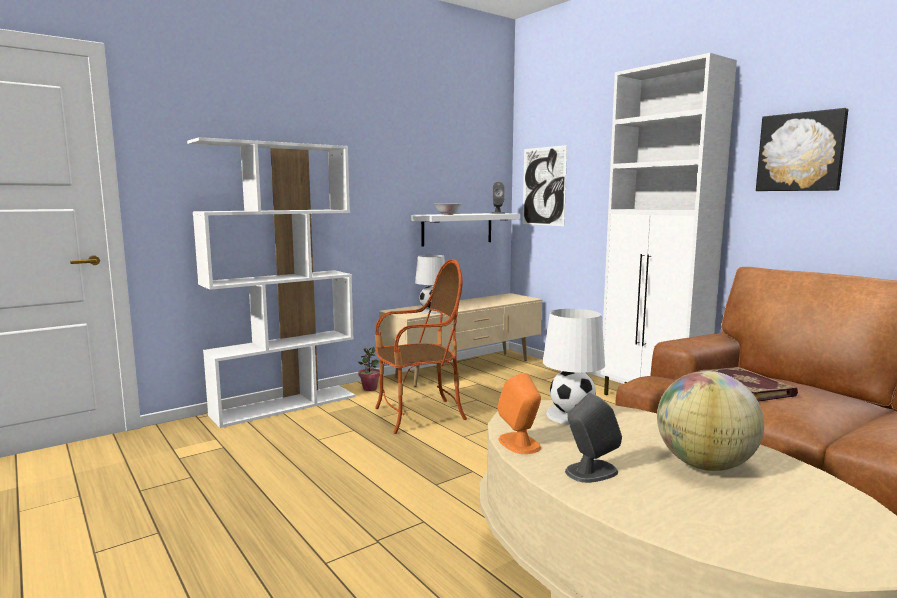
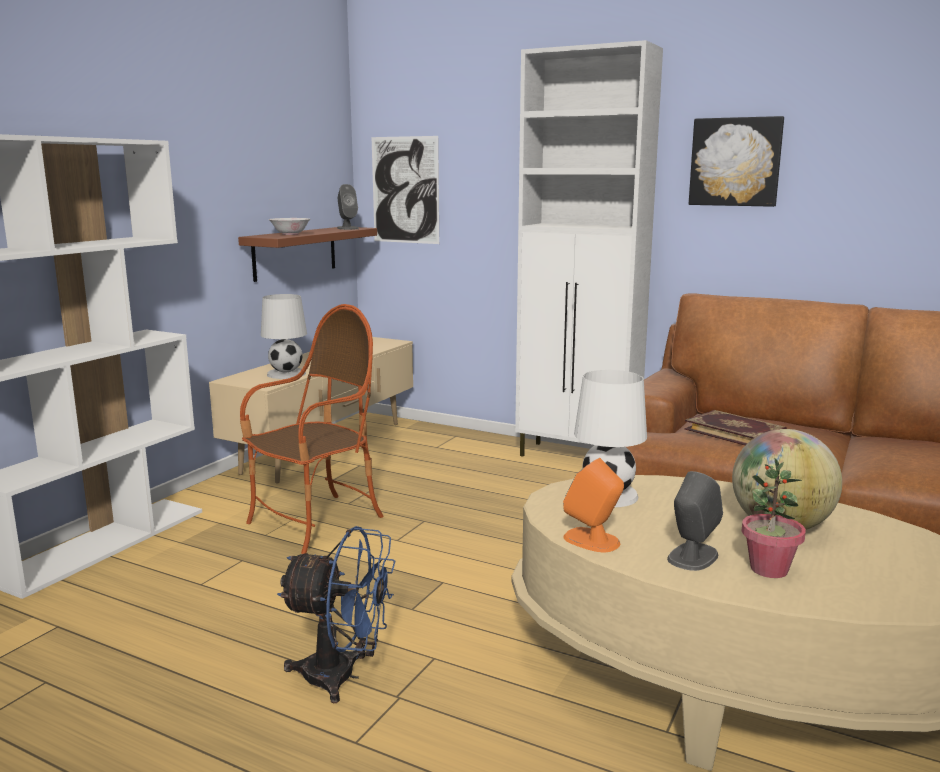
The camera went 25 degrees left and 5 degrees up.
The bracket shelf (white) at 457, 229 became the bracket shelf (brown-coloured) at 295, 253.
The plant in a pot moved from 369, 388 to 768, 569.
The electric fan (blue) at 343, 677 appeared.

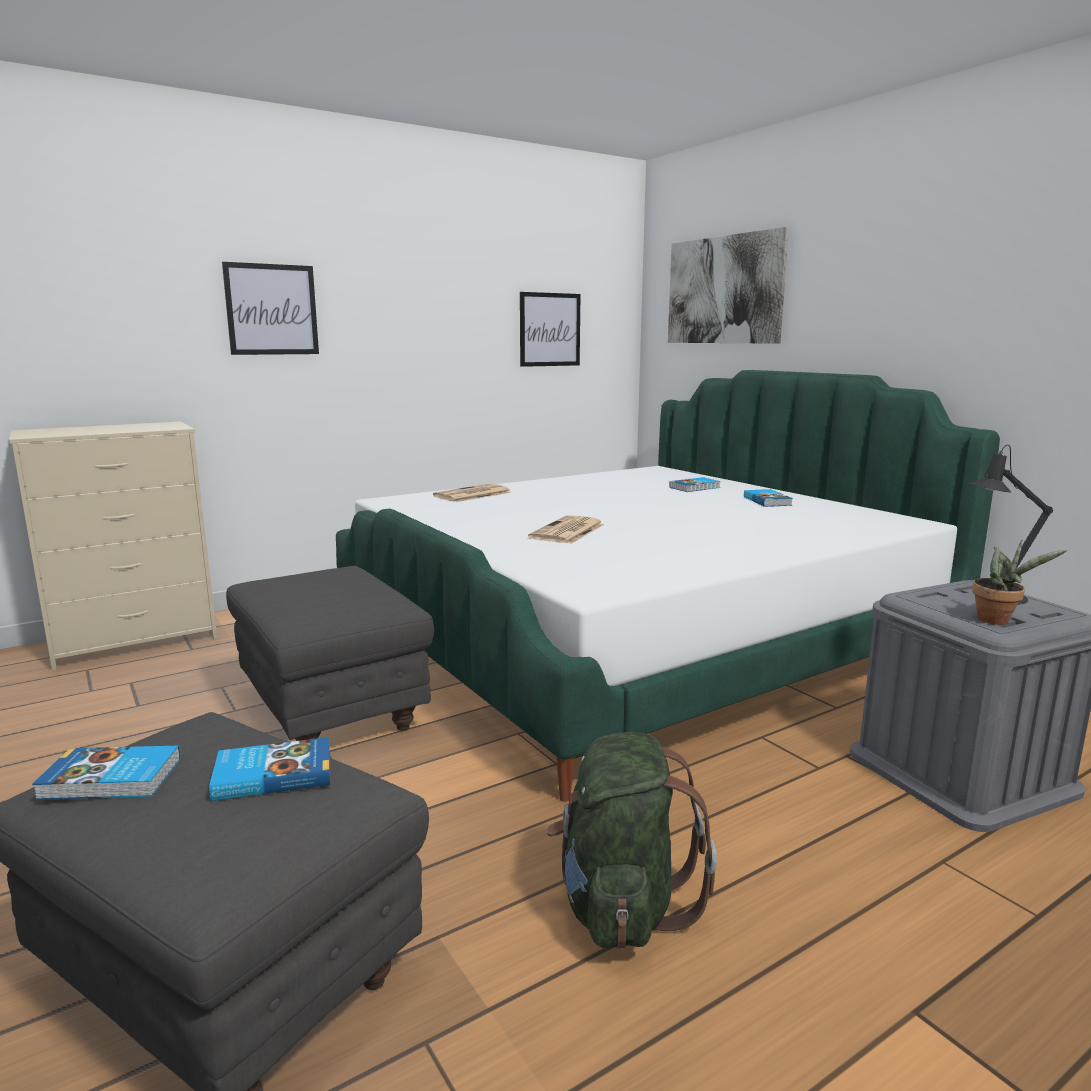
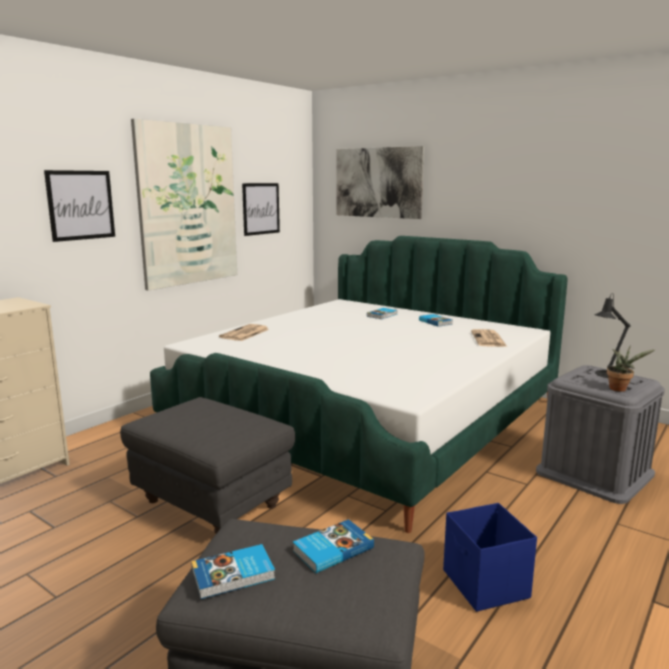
The camera went 20 degrees left and 0 degrees up.
The printed paper moved from 567, 531 to 489, 339.
The rucksack (green-coloured) at 621, 905 was replaced by the storage bin (blue) at 485, 585.
The wall art at 188, 205 appeared.

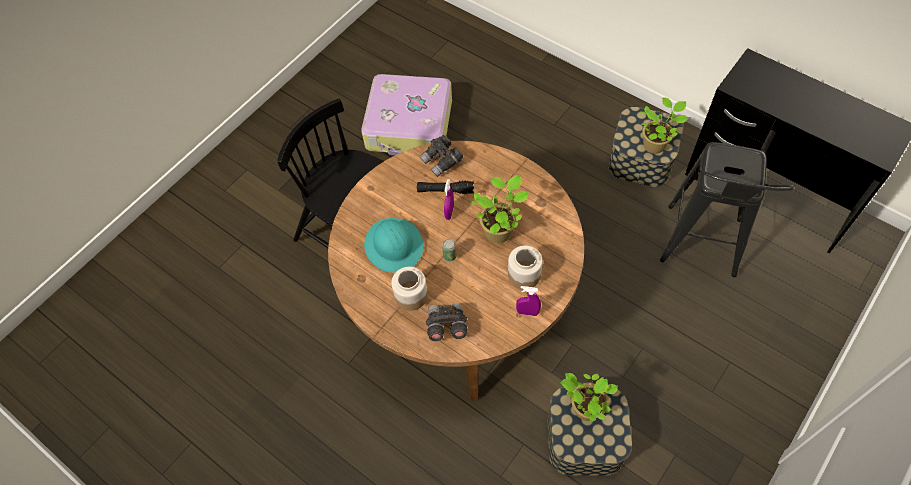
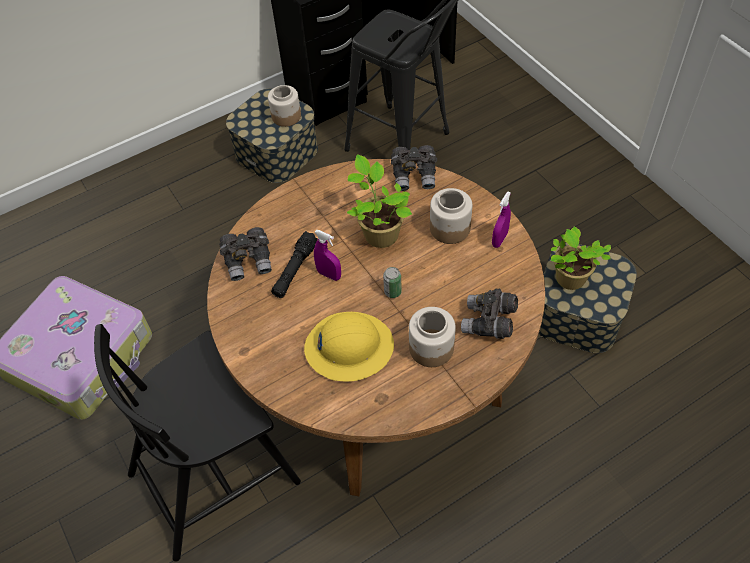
The camera went 70 degrees left and 5 degrees down.
The plant in a pot at 655, 144 was replaced by the storage jar at 286, 116.
The safety helmet (turquoise) at 394, 245 became the safety helmet (yellowish) at 349, 347.
The binoculars (gray) at 414, 176 appeared.

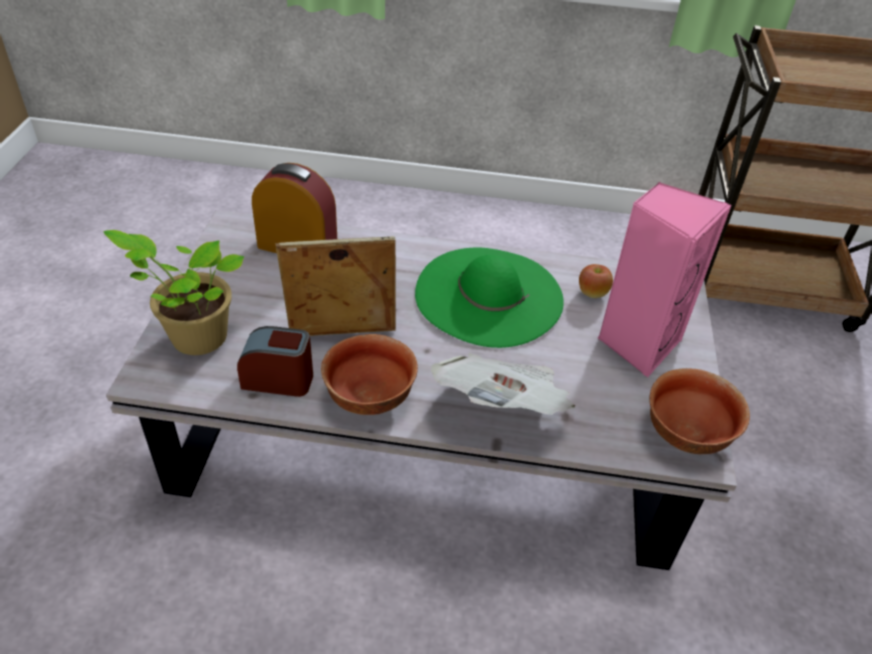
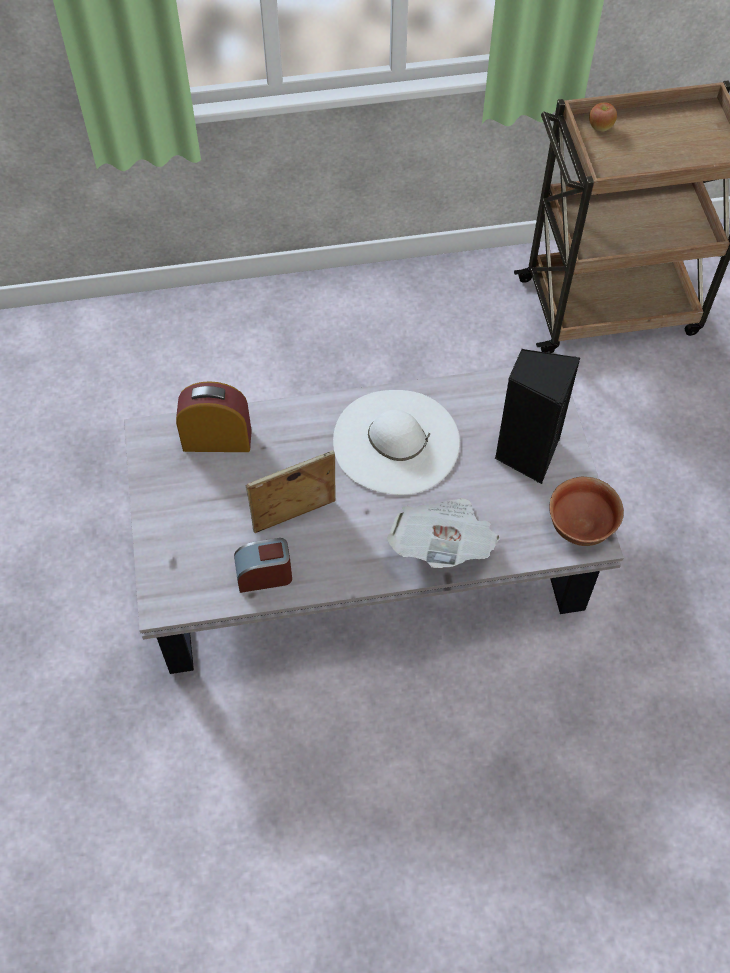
The camera went 15 degrees left and 15 degrees up.
The audio speaker (pink) at 637, 343 became the audio speaker (black) at 526, 453.
The plant in a pot at 194, 337 disappeared.
The clothing hat (green-coloured) at 488, 295 became the clothing hat (white) at 396, 441.
The apple fruit moved from 592, 293 to 600, 127.
The deep dish at 368, 396 disappeared.

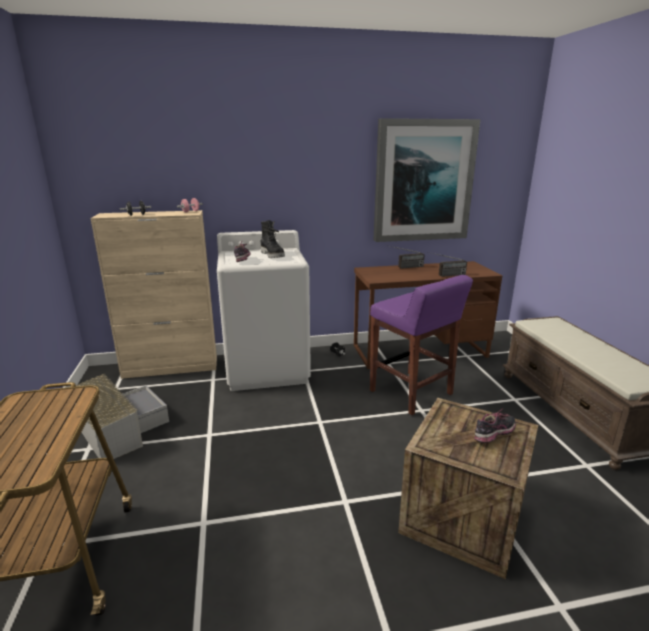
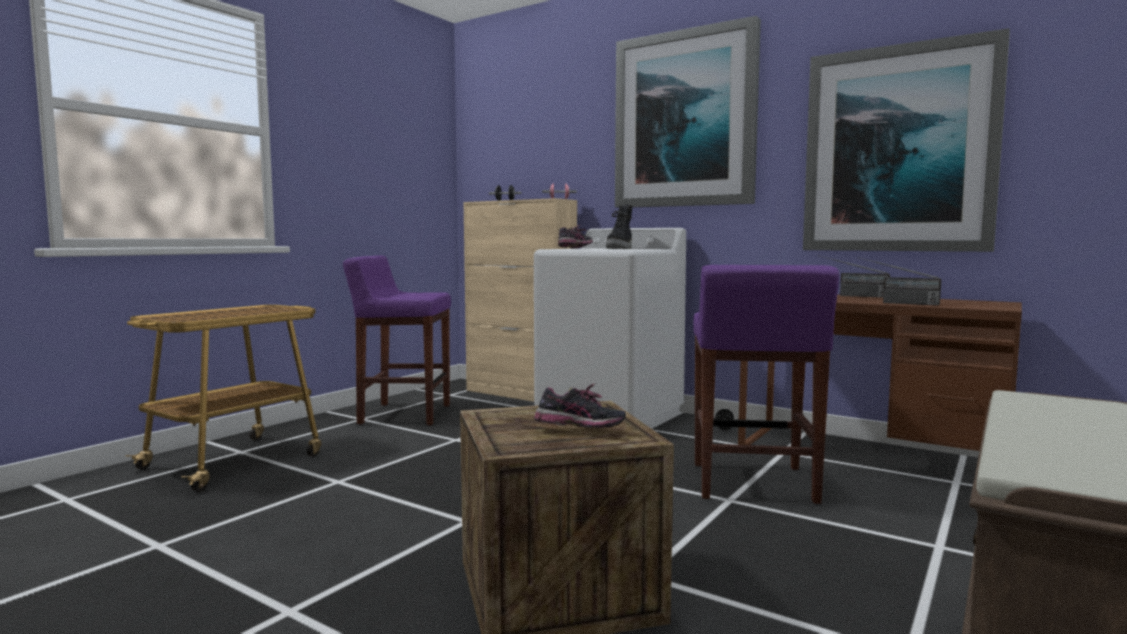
The camera went 45 degrees right and 15 degrees down.
The storage bin (gray) at 118, 427 was replaced by the stool seat (purplish) at 404, 414.
The wall art at 685, 120 appeared.

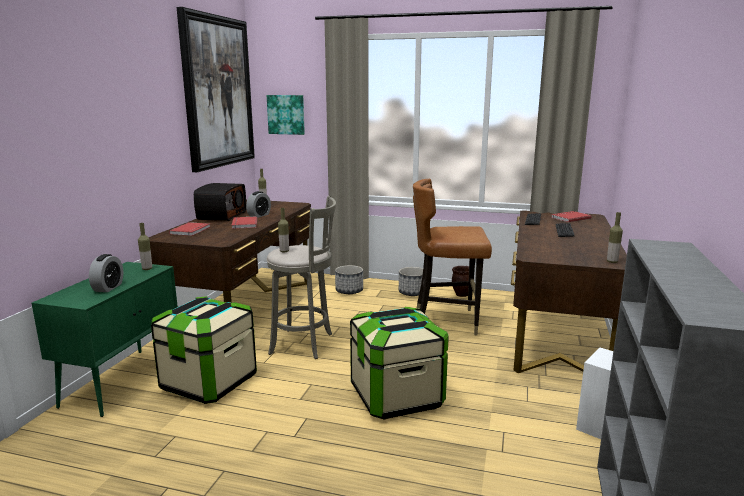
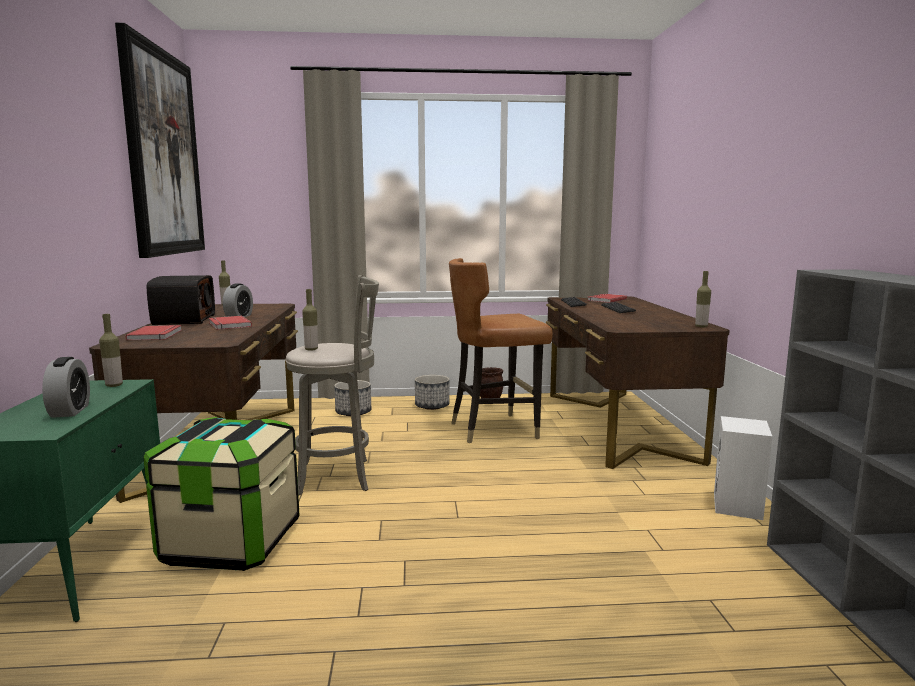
The camera went 20 degrees left and 5 degrees down.
The wall art at 286, 114 disappeared.
The storage bin at 396, 397 disappeared.

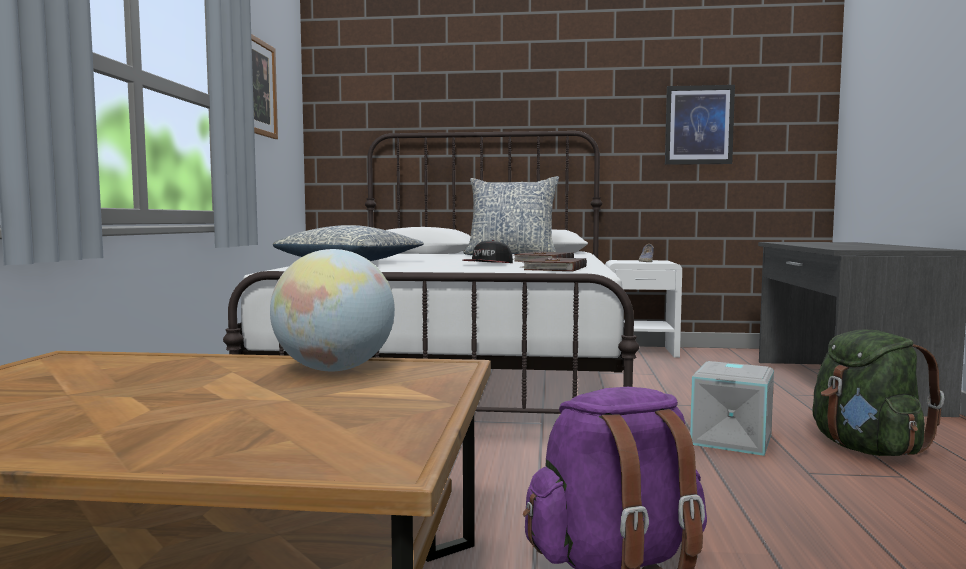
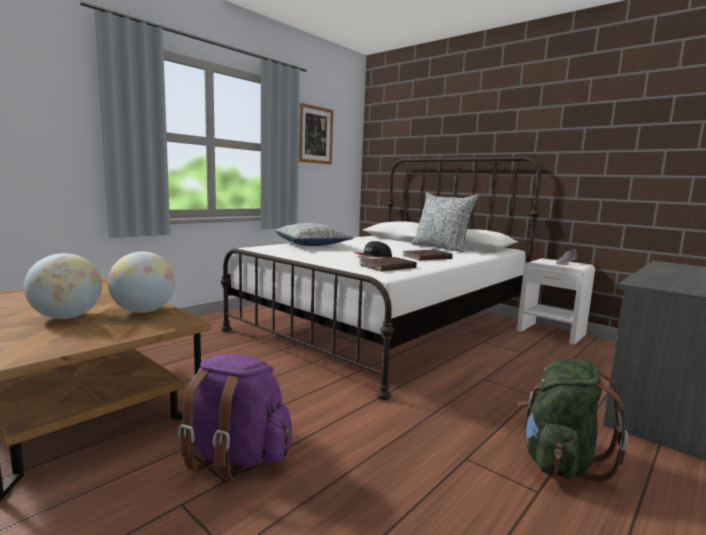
The camera went 35 degrees right and 5 degrees up.
The wall art at 699, 125 disappeared.
The storage bin (gray) at 733, 440 disappeared.
The desk globe at 67, 317 appeared.

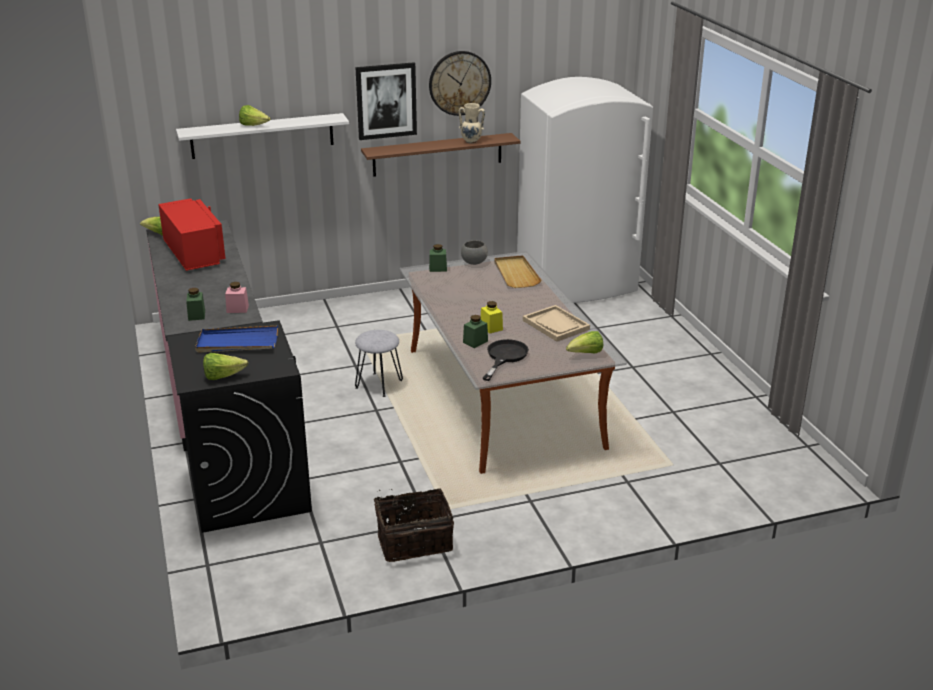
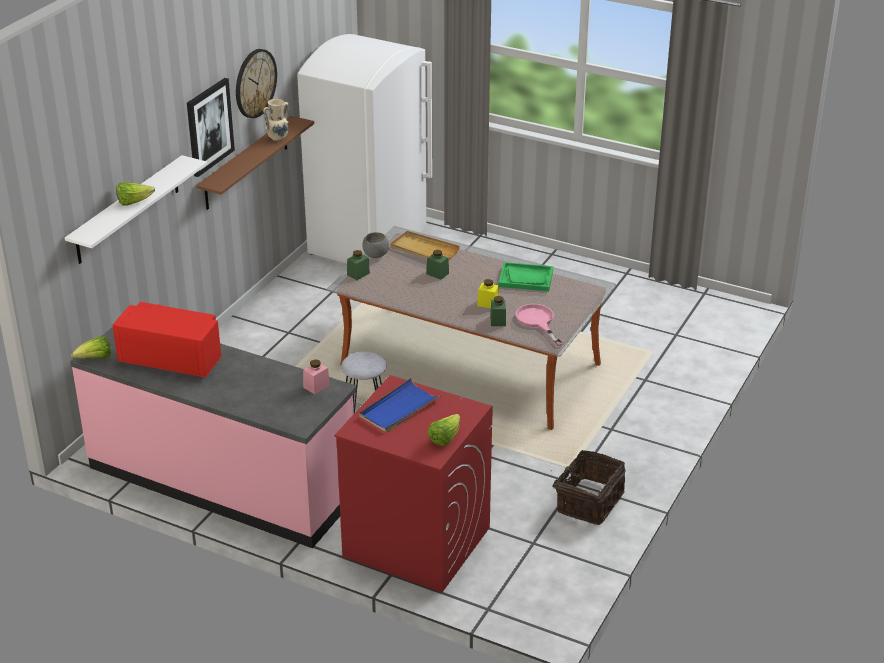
The camera went 45 degrees left and 5 degrees up.
The storage jar (green-coloured) moved from 196, 315 to 437, 273.
The carrying tray (beige) at 556, 325 became the carrying tray (green-coloured) at 526, 278.
The laundry appliance (black) at 248, 488 became the laundry appliance (red-coloured) at 415, 542.
The lettuce at 586, 354 disappeared.
The frying pan (black) at 504, 357 became the frying pan (pink) at 537, 321.

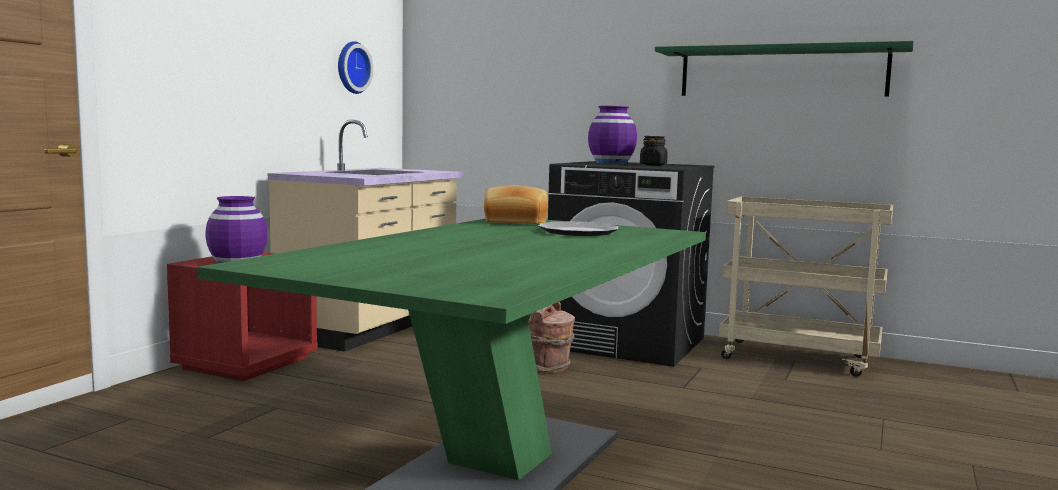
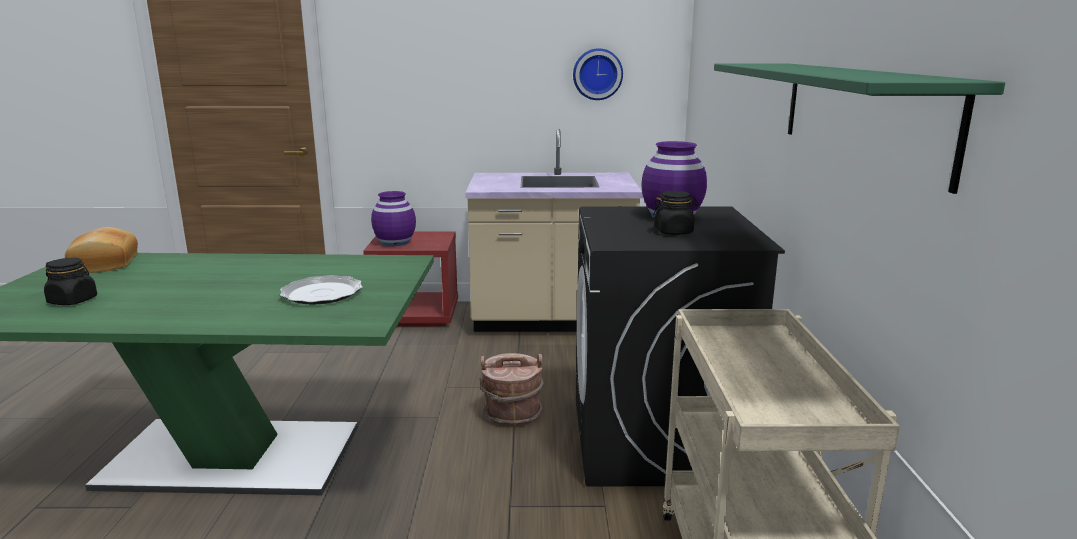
The camera went 65 degrees right and 10 degrees up.
The bread moved from 515, 222 to 103, 264.
The storage jar (black) at 73, 301 appeared.

